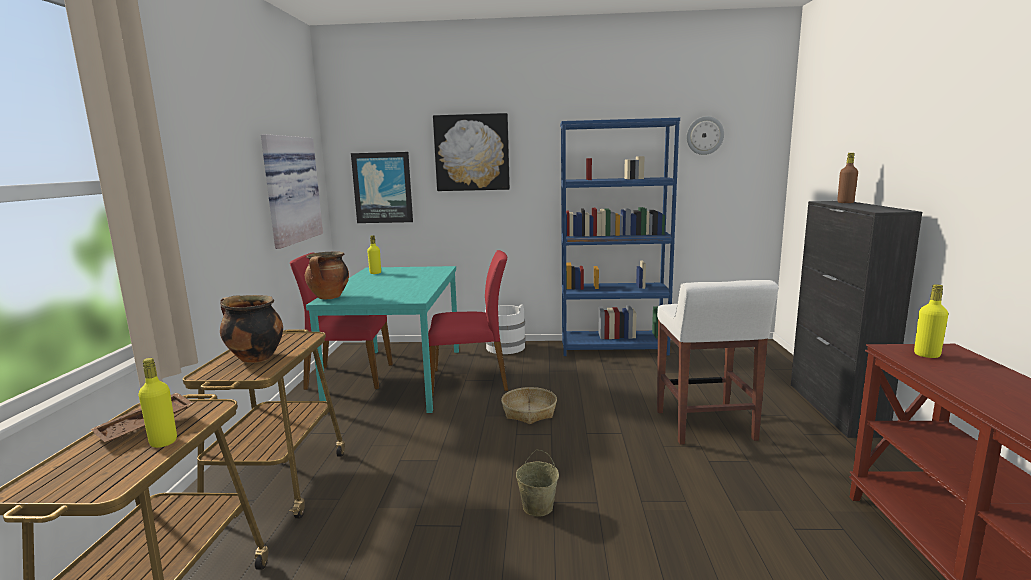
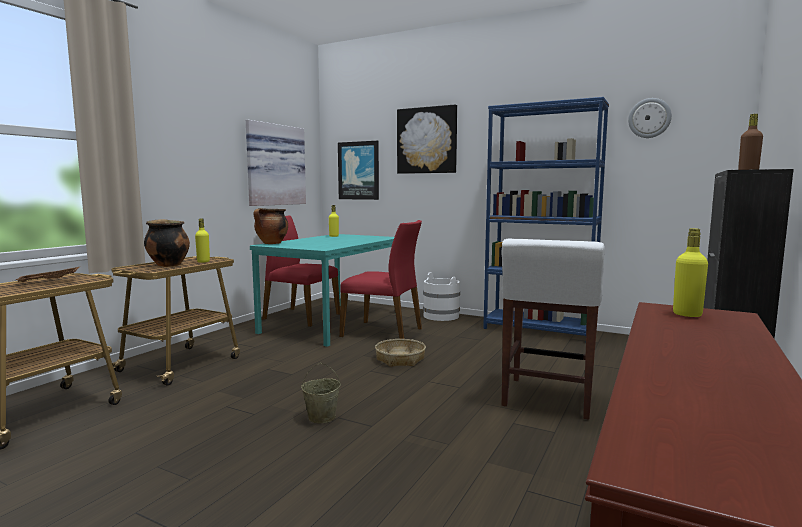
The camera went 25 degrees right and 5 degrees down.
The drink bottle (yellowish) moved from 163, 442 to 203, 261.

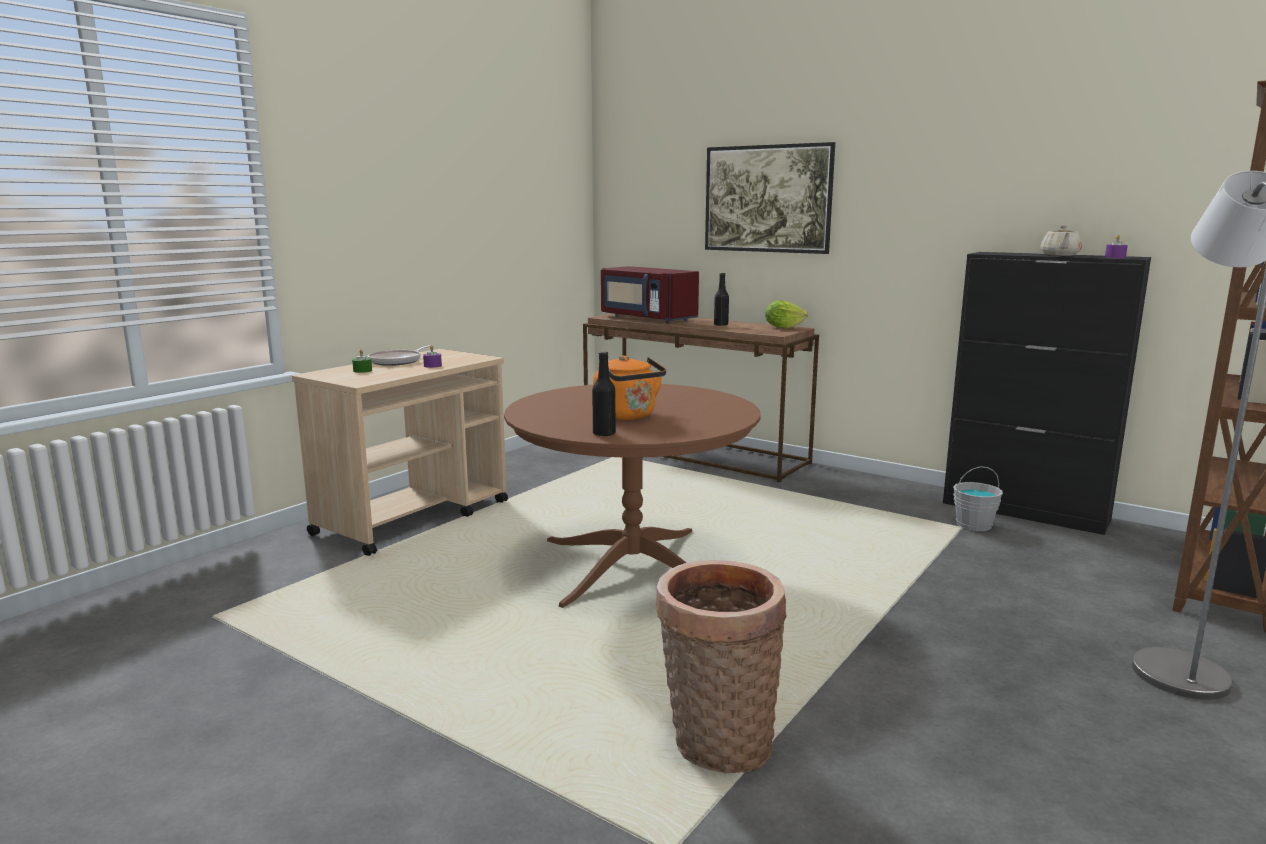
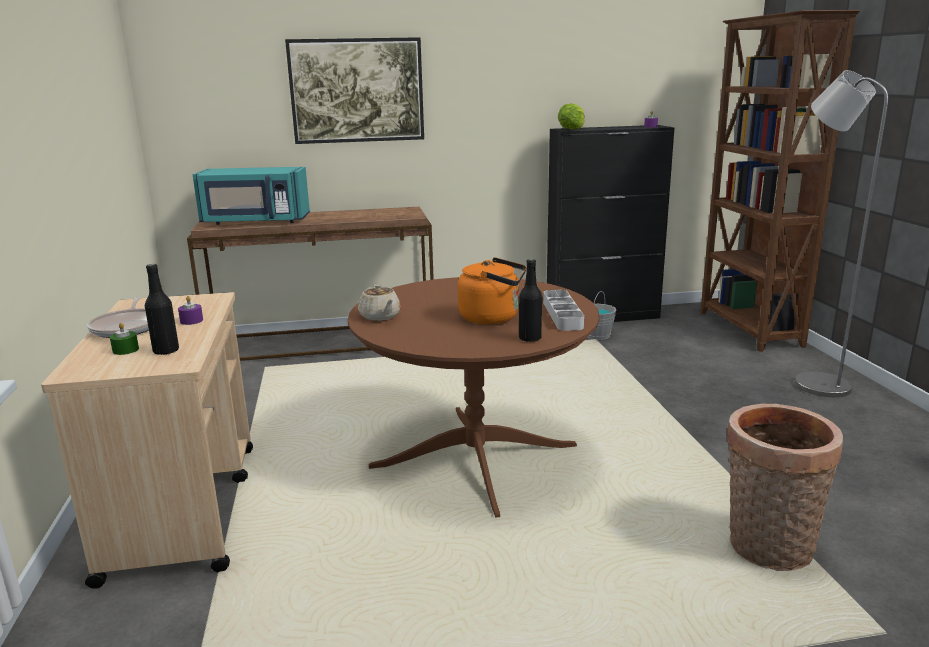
The camera went 45 degrees left and 5 degrees up.
The tea pot (beige) moved from 1059, 255 to 380, 316.
The microwave oven (red-coloured) at 646, 318 became the microwave oven (turquoise) at 255, 221.
The drink bottle (black) moved from 721, 325 to 166, 351.
The lettuce moved from 783, 327 to 571, 129.
The carrying tray (gray) at 562, 314 appeared.

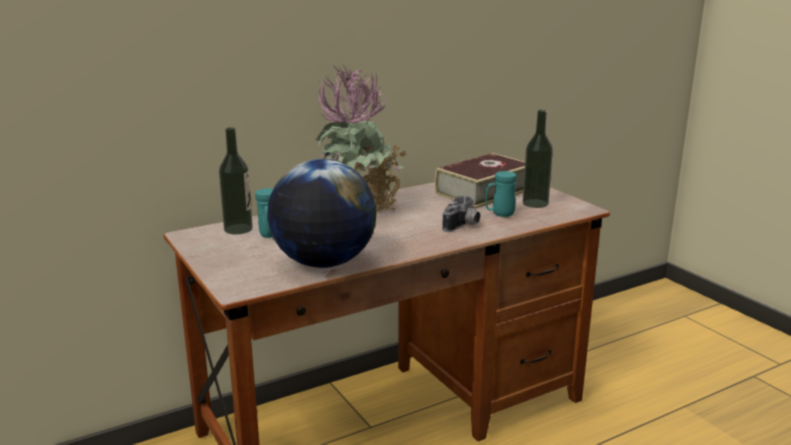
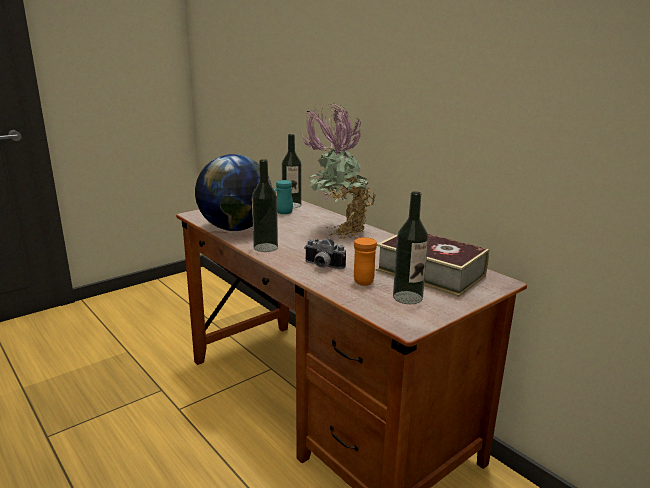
The camera went 80 degrees right and 0 degrees up.
The coffee mug (turquoise) at 499, 214 became the coffee mug (orange-coloured) at 362, 280.
The drink bottle at 265, 247 appeared.

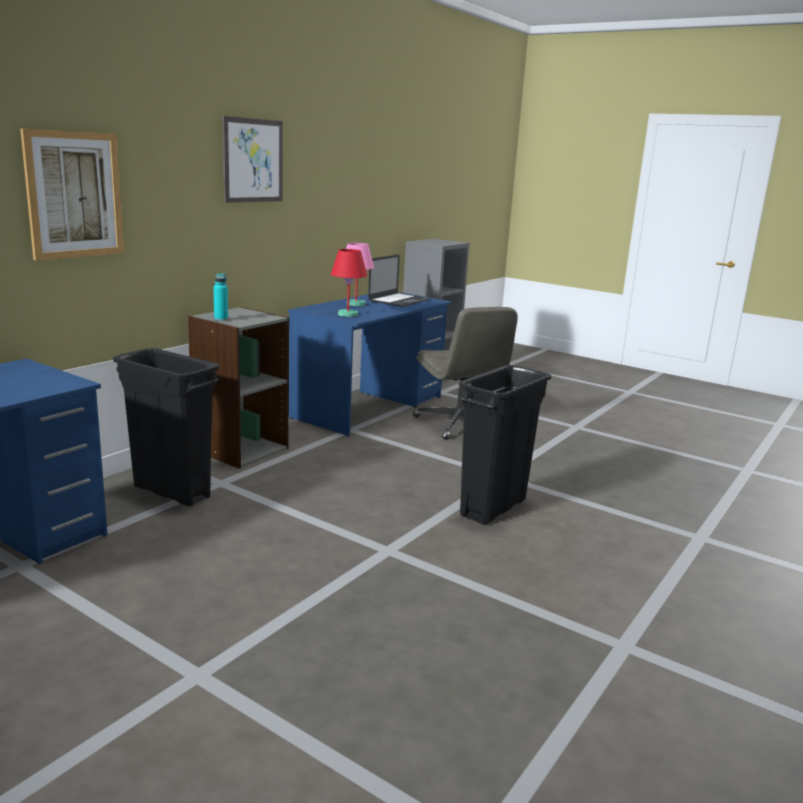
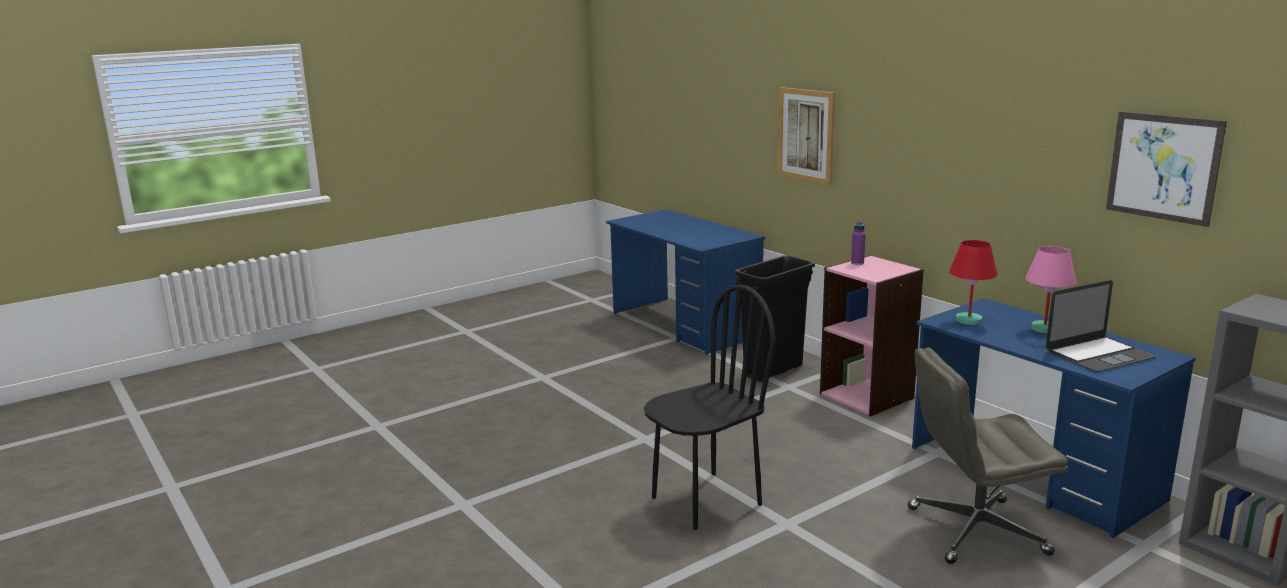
The camera went 110 degrees right and 0 degrees up.
The wall art moved from 253, 160 to 1163, 167.
The laptop at 399, 300 turned 75 degrees counterclockwise.
The drink bottle (turquoise) at 221, 319 became the drink bottle (purplish) at 857, 263.
The shelving unit (gray) at 240, 449 became the shelving unit (pink) at 867, 396.
The rubbish bin (black) at 493, 507 was replaced by the plain chair (black) at 705, 500.

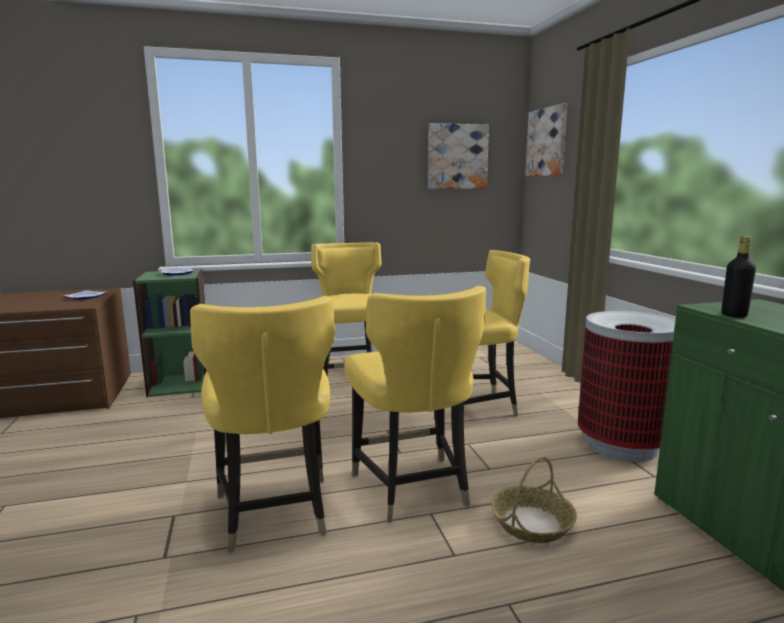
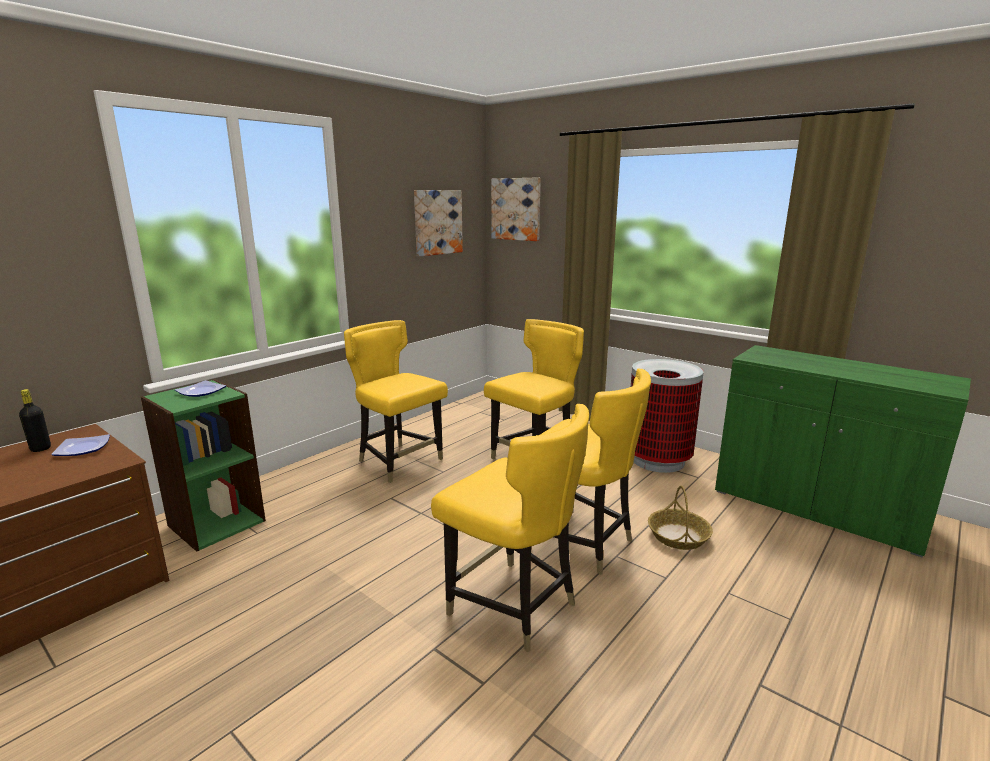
The camera went 35 degrees left and 5 degrees up.
The drink bottle (black) moved from 734, 315 to 40, 448.

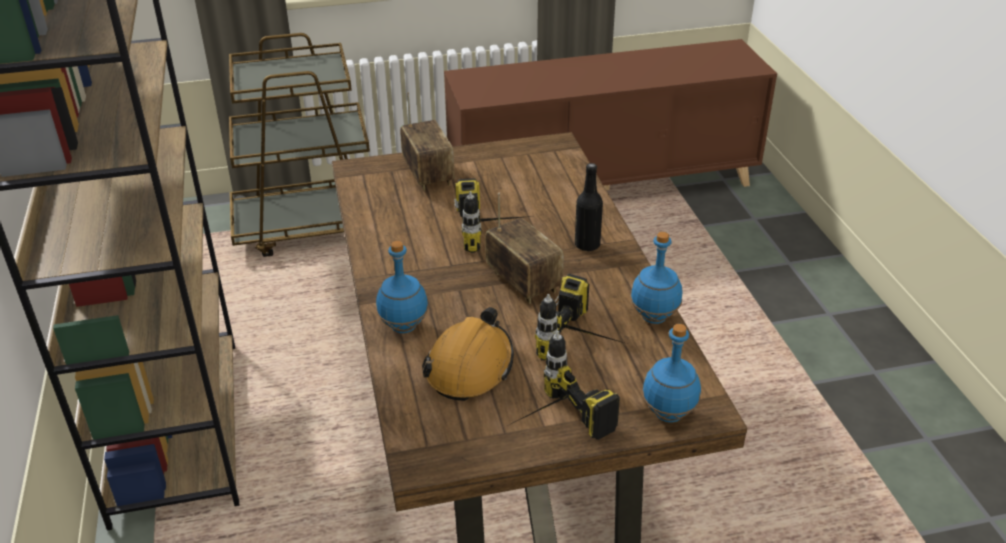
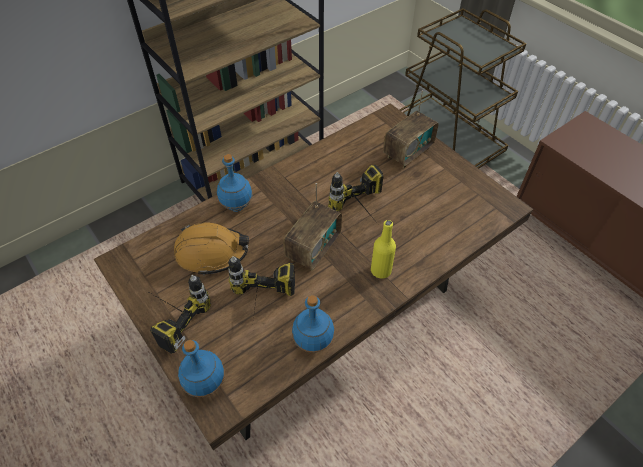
The camera went 65 degrees right and 15 degrees up.
The drink bottle (black) at 587, 245 became the drink bottle (yellowish) at 381, 270.

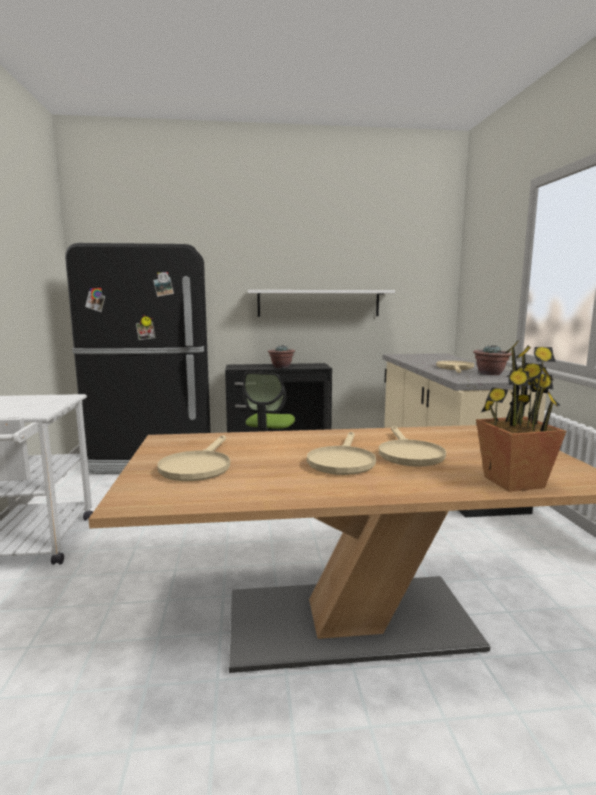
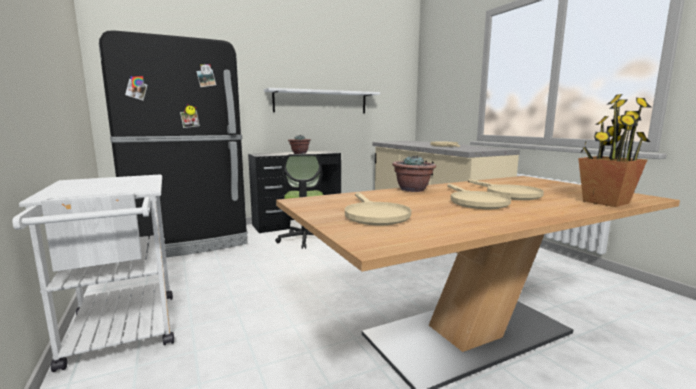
The camera went 20 degrees left and 0 degrees up.
The plant in a pot moved from 490, 374 to 413, 190.

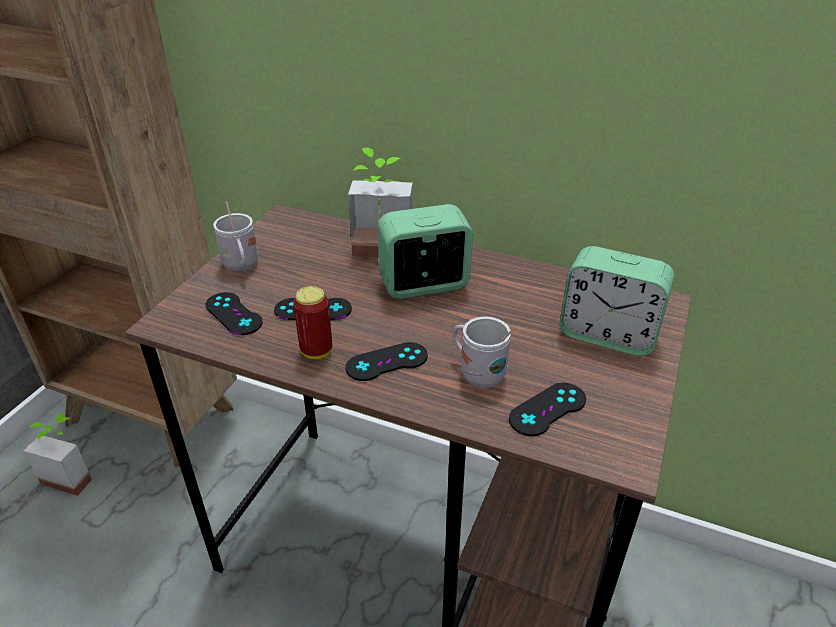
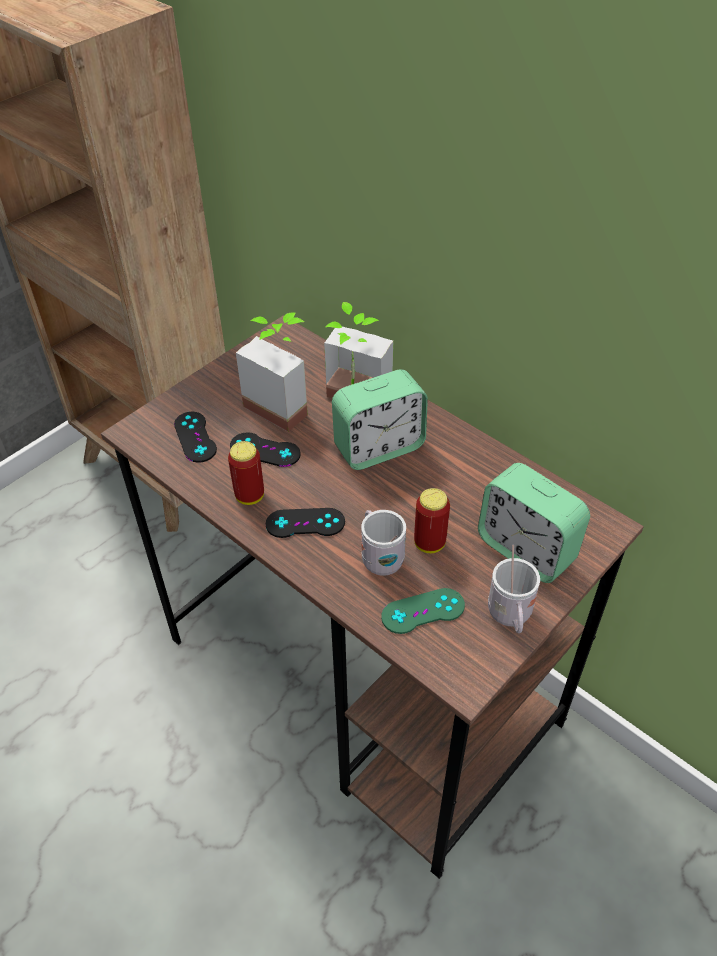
The camera went 20 degrees right and 10 degrees up.
The coffee mug (white) moved from 242, 267 to 510, 617.
The alarm clock at 424, 285 turned 150 degrees clockwise.
The gamepad (black) at 547, 409 became the gamepad (green-coloured) at 423, 611.
The plant in a pot moved from 73, 475 to 283, 403.
The sealed can at 429, 543 appeared.

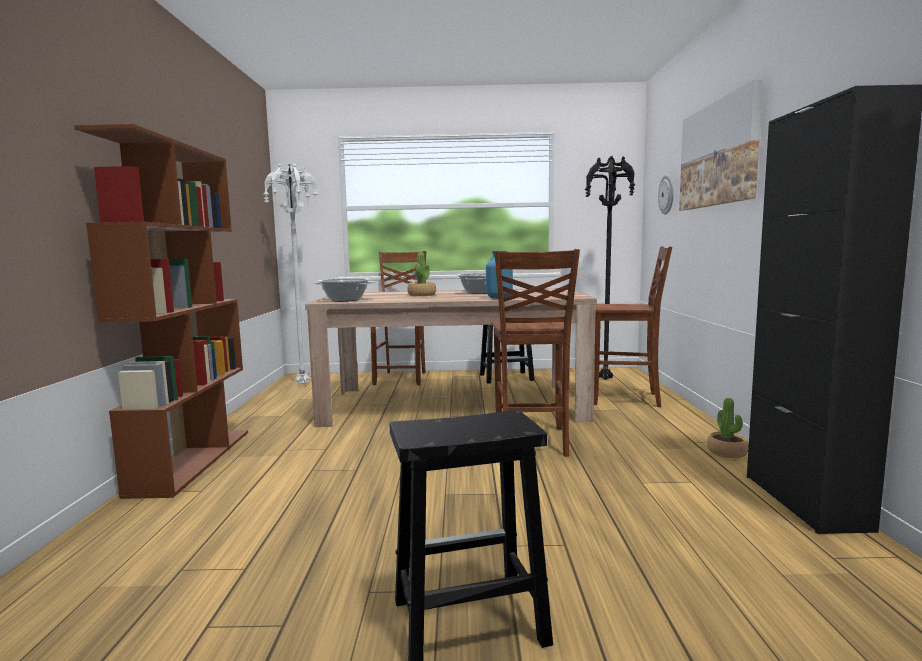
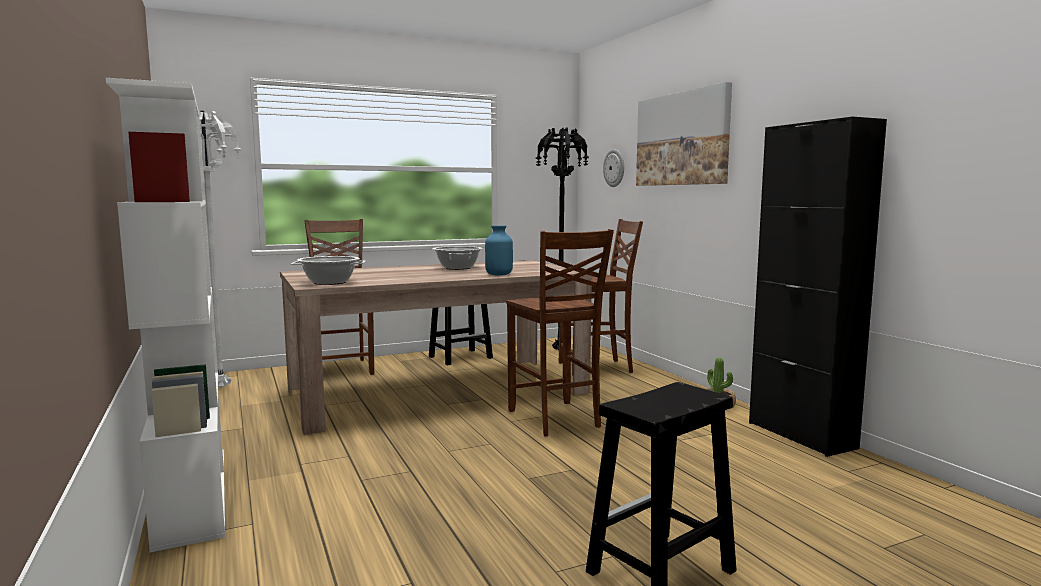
The camera went 25 degrees left and 0 degrees up.
The shelving unit (brown-coloured) at 192, 460 became the shelving unit (white) at 191, 494.
The plant in a pot at 422, 295 disappeared.

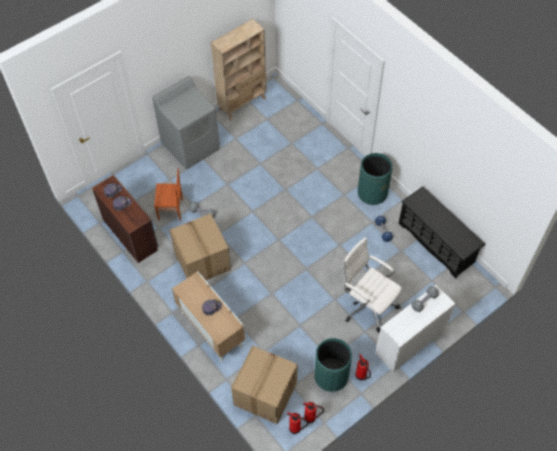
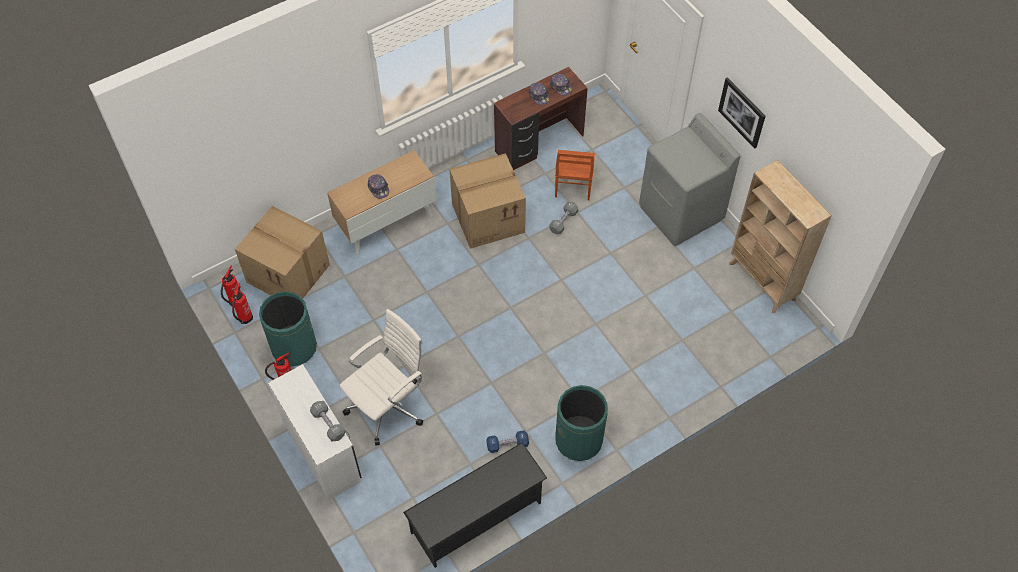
The camera went 95 degrees right and 0 degrees up.
The wall art at 742, 112 appeared.

